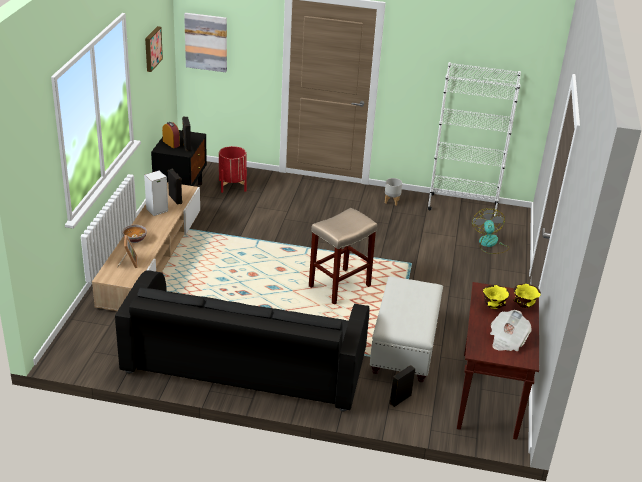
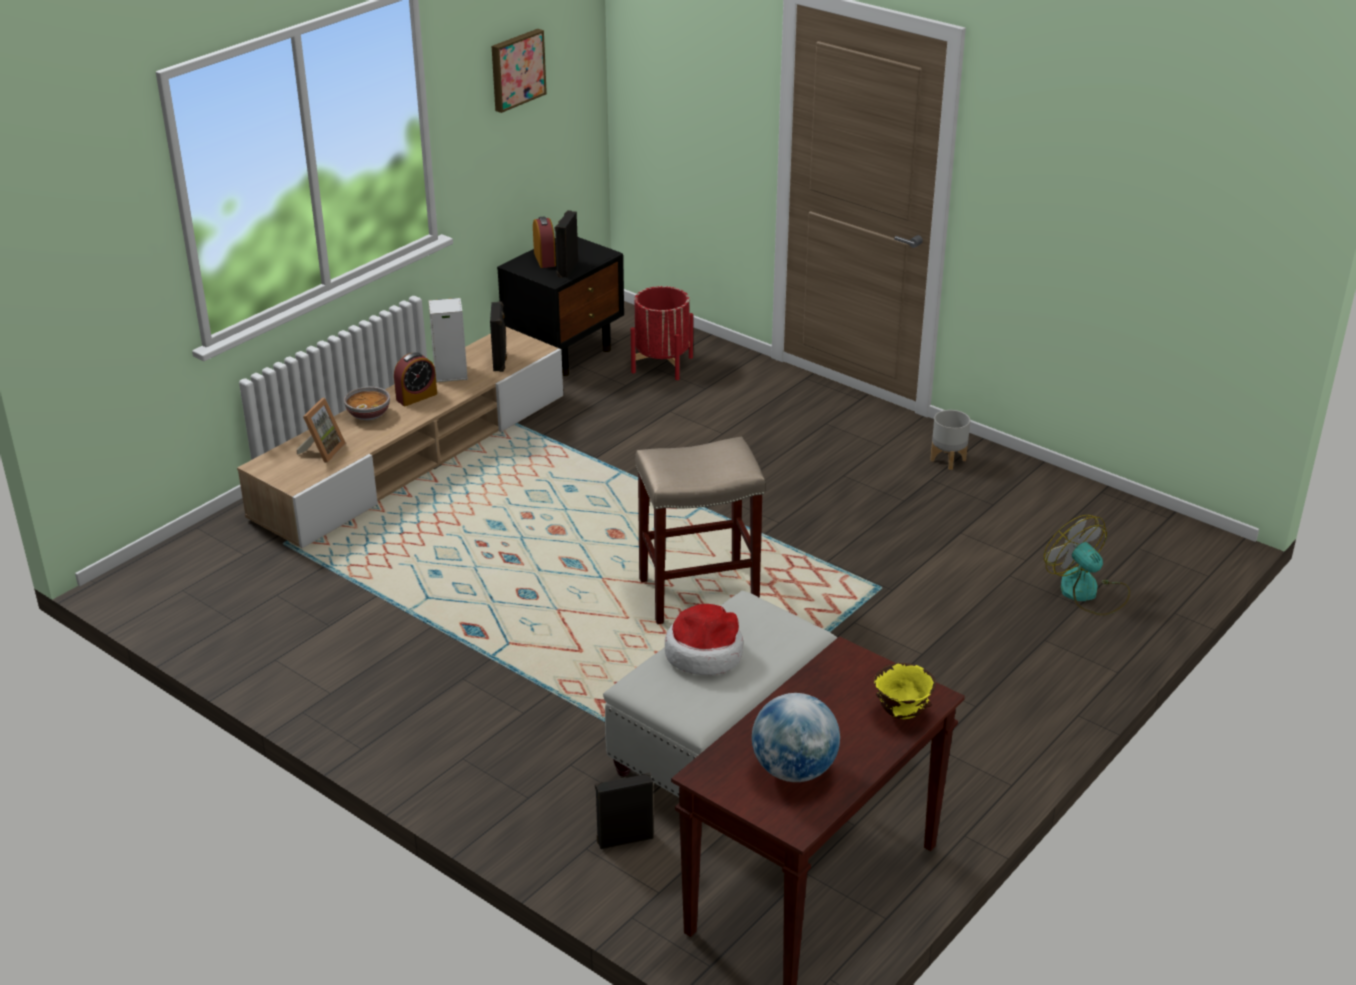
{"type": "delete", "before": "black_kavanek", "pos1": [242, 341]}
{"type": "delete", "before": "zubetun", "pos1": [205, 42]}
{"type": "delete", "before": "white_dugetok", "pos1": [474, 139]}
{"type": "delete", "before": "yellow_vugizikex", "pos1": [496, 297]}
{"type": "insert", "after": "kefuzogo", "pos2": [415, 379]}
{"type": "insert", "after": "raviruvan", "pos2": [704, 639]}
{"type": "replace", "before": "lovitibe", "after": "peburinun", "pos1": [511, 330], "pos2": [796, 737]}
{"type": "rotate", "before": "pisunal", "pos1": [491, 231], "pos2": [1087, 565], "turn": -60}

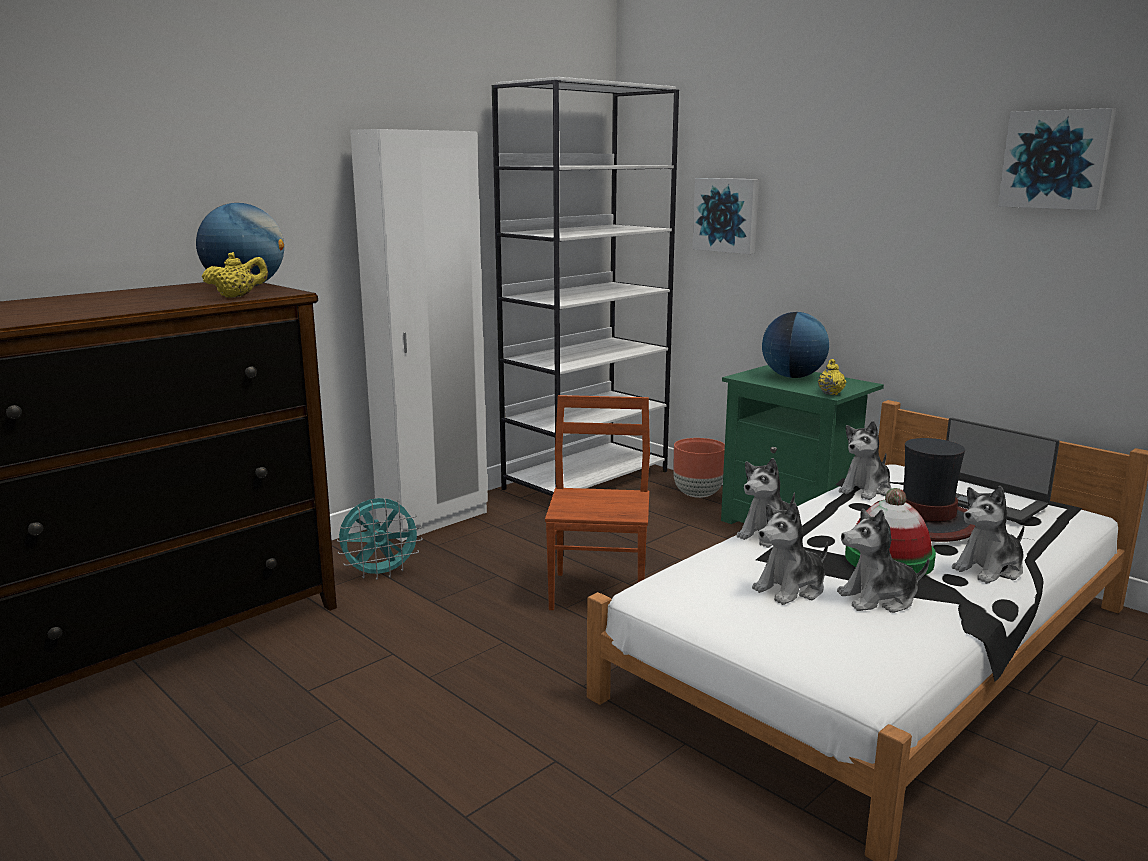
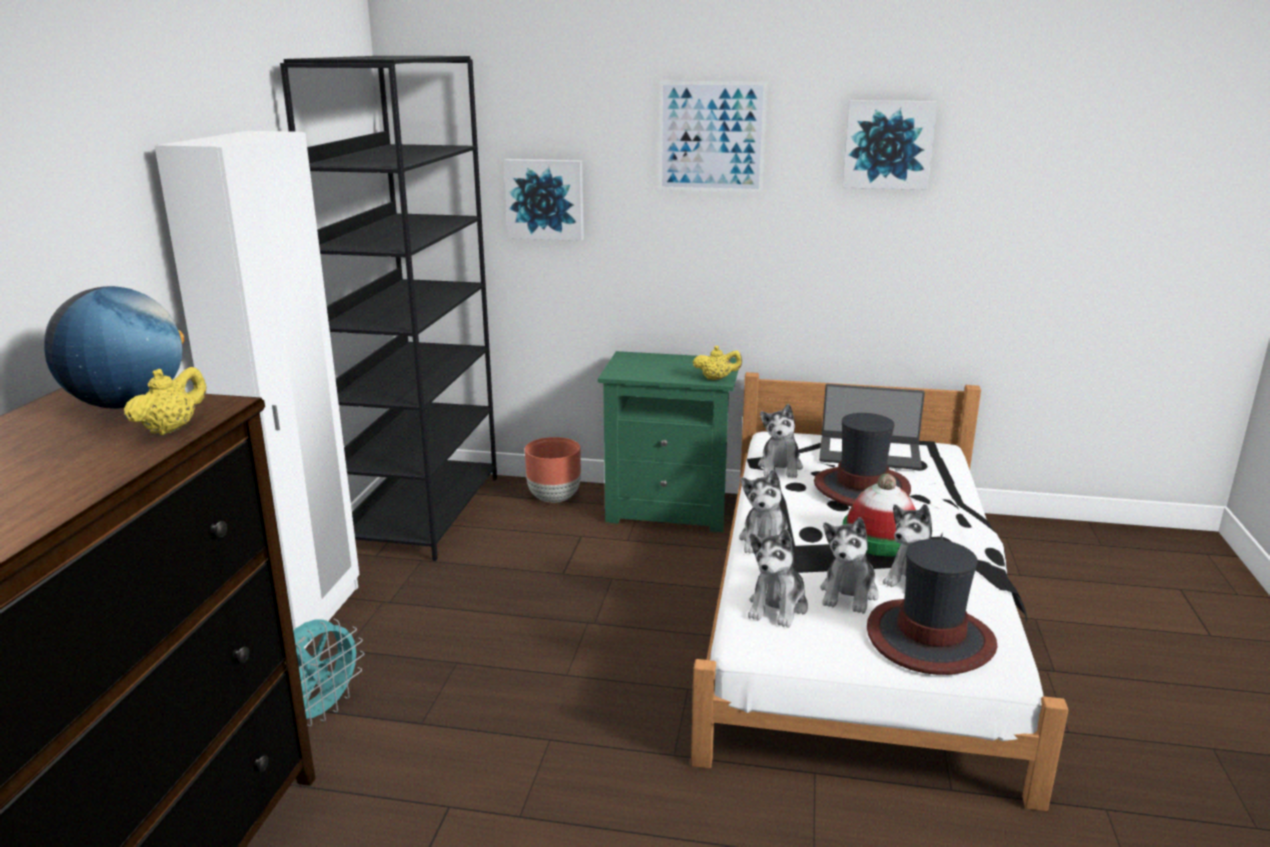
{"type": "delete", "before": "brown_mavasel", "pos1": [597, 502]}
{"type": "delete", "before": "peburinun", "pos1": [795, 345]}
{"type": "insert", "after": "zubetun", "pos2": [713, 137]}
{"type": "insert", "after": "raviruvan", "pos2": [932, 607]}
{"type": "move", "before": "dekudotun", "pos1": [987, 535], "pos2": [778, 578]}
{"type": "recolor", "before": "white_dugetok", "after": "black_dugetok", "pos1": [585, 286], "pos2": [388, 308]}
{"type": "rotate", "before": "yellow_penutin", "pos1": [832, 377], "pos2": [717, 363], "turn": 120}

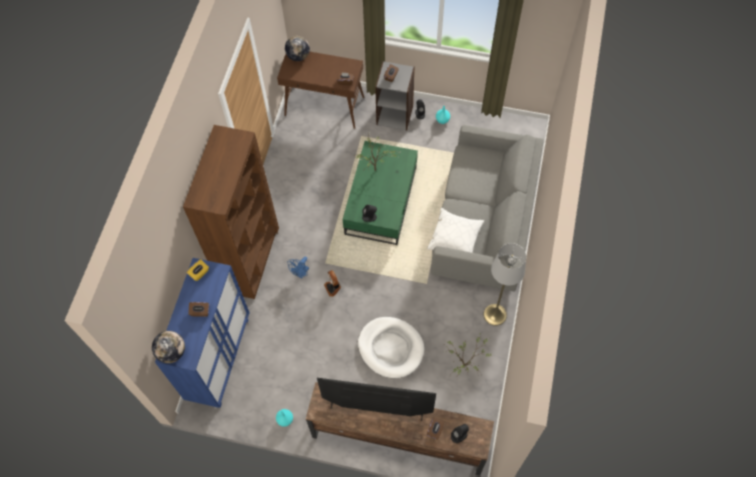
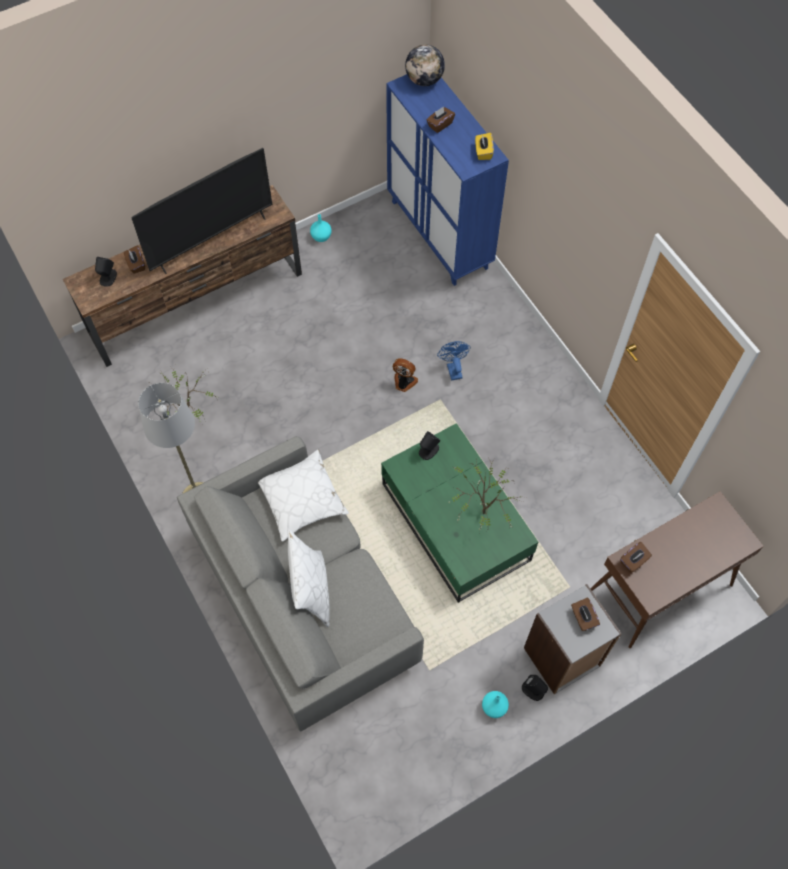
{"type": "delete", "before": "brown_dugetok", "pos1": [231, 212]}
{"type": "delete", "before": "peburinun", "pos1": [297, 48]}
{"type": "delete", "before": "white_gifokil", "pos1": [391, 347]}
{"type": "insert", "after": "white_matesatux", "pos2": [309, 578]}

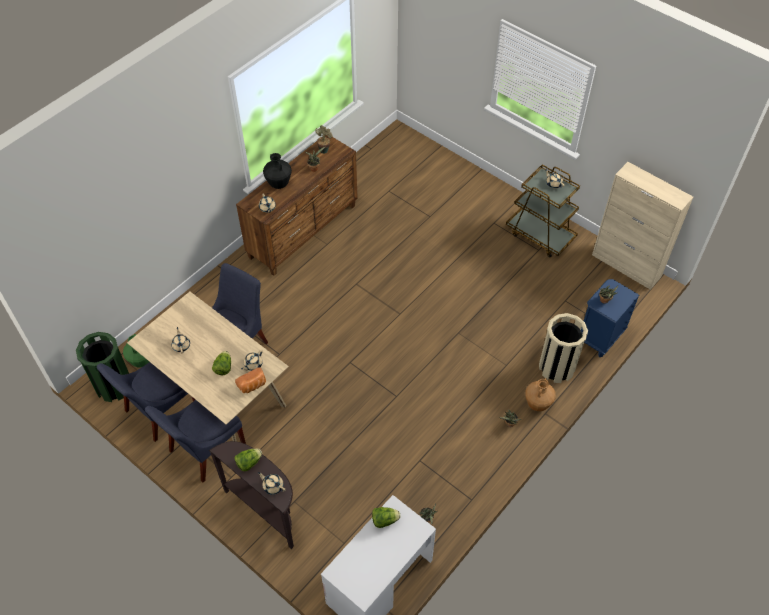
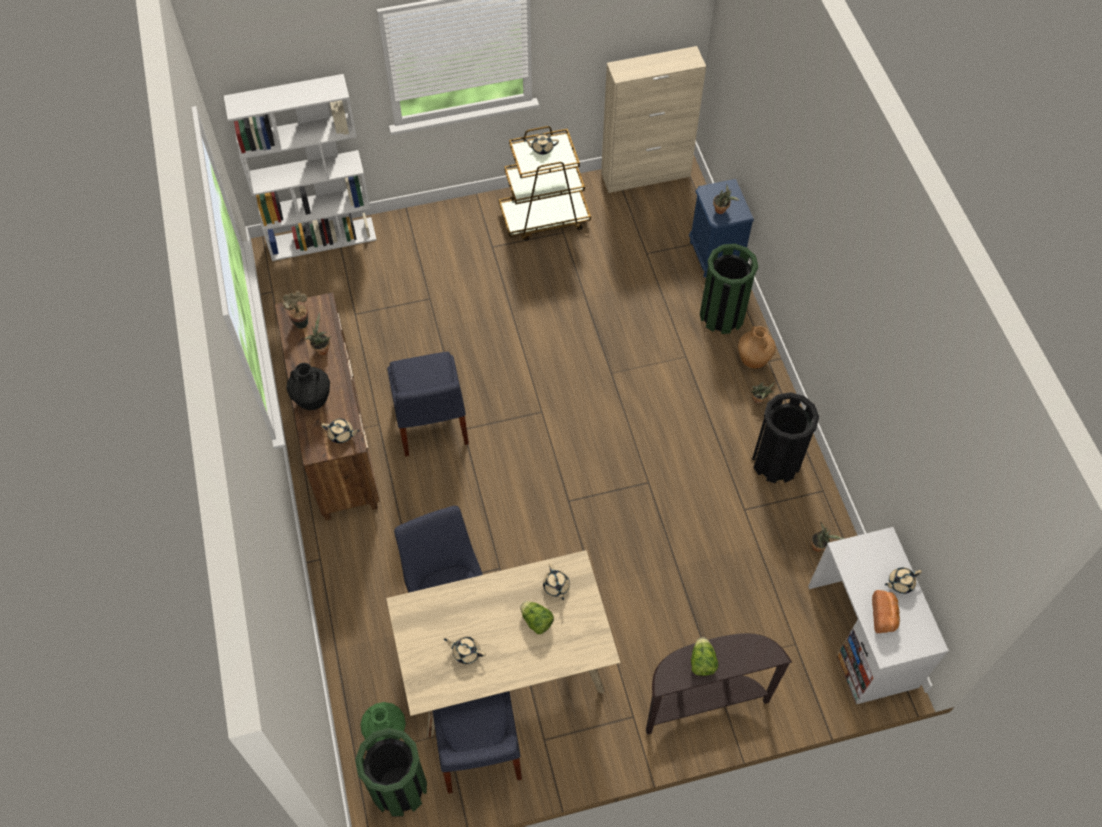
{"type": "delete", "before": "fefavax", "pos1": [386, 517]}
{"type": "insert", "after": "white_dugetok", "pos2": [300, 167]}
{"type": "insert", "after": "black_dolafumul", "pos2": [785, 437]}
{"type": "move", "before": "blue_mavasel", "pos1": [195, 441], "pos2": [428, 404]}
{"type": "move", "before": "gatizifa", "pos1": [250, 380], "pos2": [886, 611]}
{"type": "move", "before": "beige_penutin", "pos1": [272, 483], "pos2": [903, 580]}
{"type": "recolor", "before": "beige_dolafumul", "after": "green_dolafumul", "pos1": [563, 348], "pos2": [729, 289]}

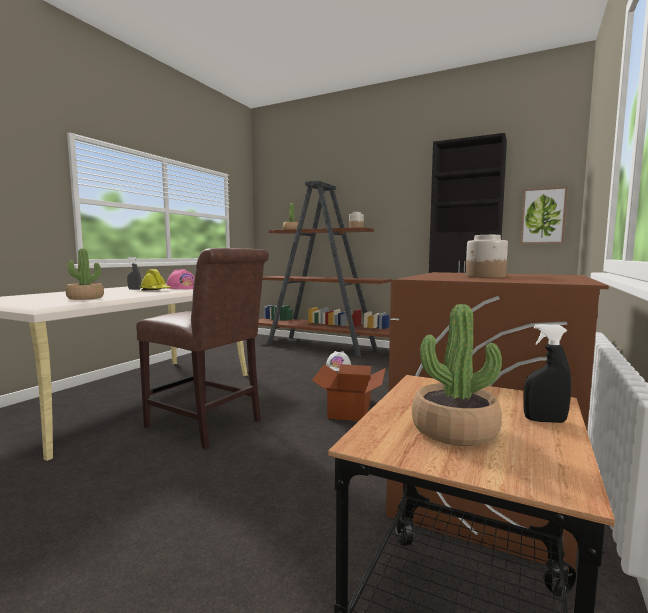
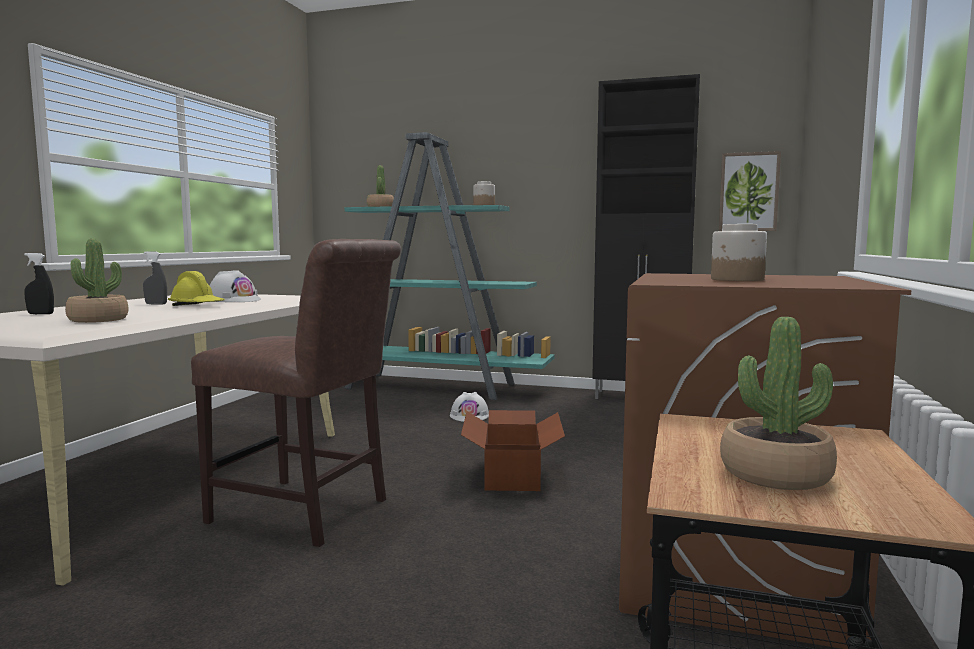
{"type": "move", "before": "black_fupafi", "pos1": [547, 373], "pos2": [39, 283]}
{"type": "recolor", "before": "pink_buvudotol", "after": "white_buvudotol", "pos1": [180, 279], "pos2": [235, 286]}
{"type": "recolor", "before": "brown_dugetok", "after": "turquoise_dugetok", "pos1": [325, 269], "pos2": [449, 266]}

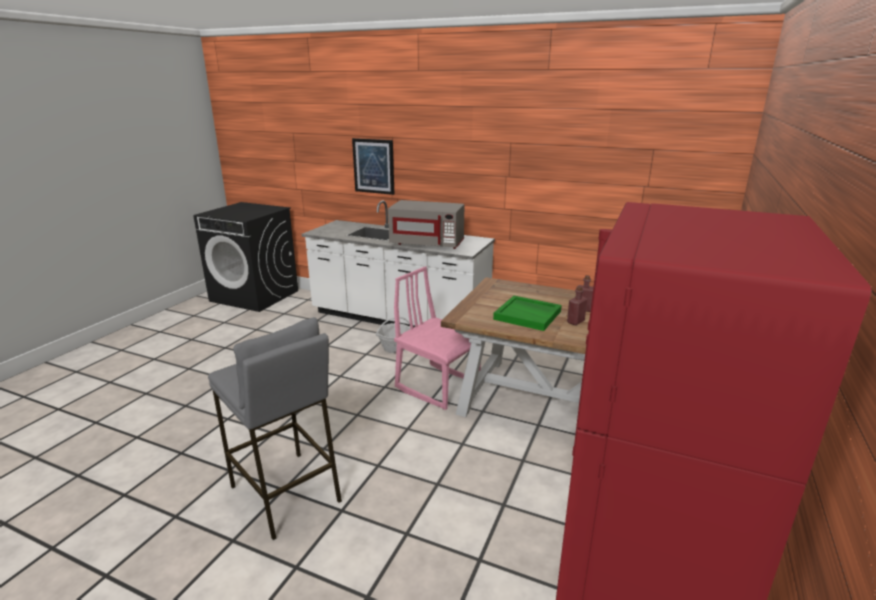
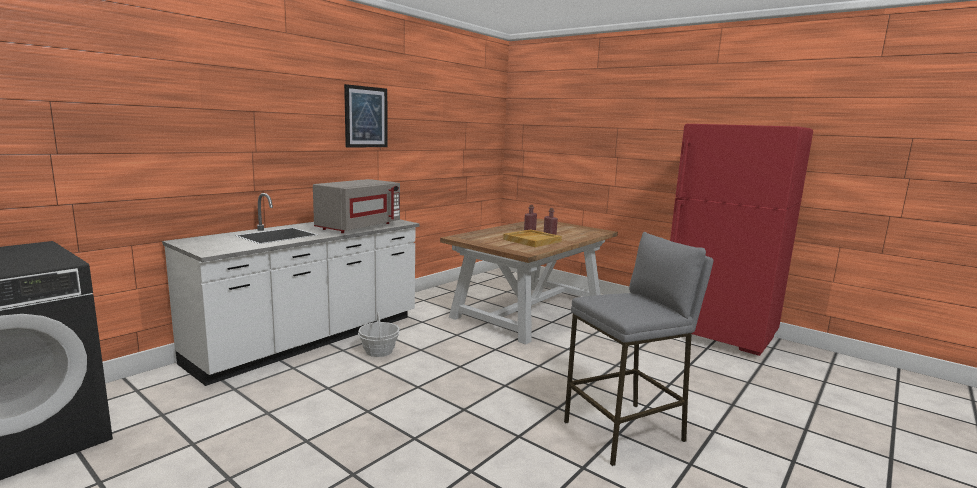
{"type": "delete", "before": "pink_mavasel", "pos1": [437, 338]}
{"type": "move", "before": "zubetun", "pos1": [373, 166], "pos2": [366, 115]}
{"type": "recolor", "before": "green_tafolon", "after": "beige_tafolon", "pos1": [527, 313], "pos2": [532, 238]}

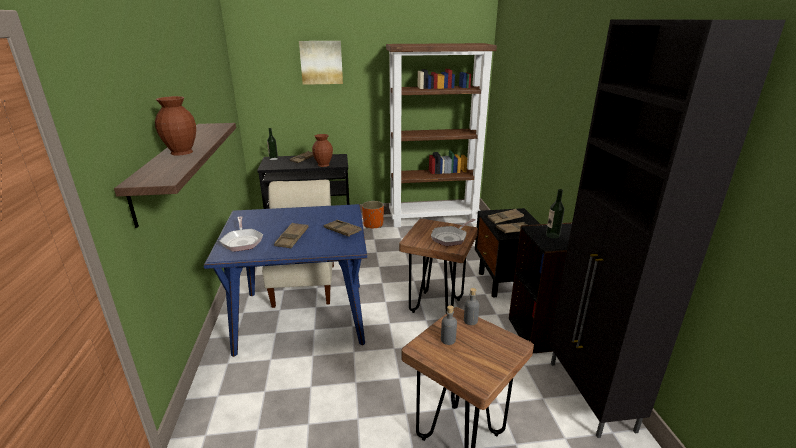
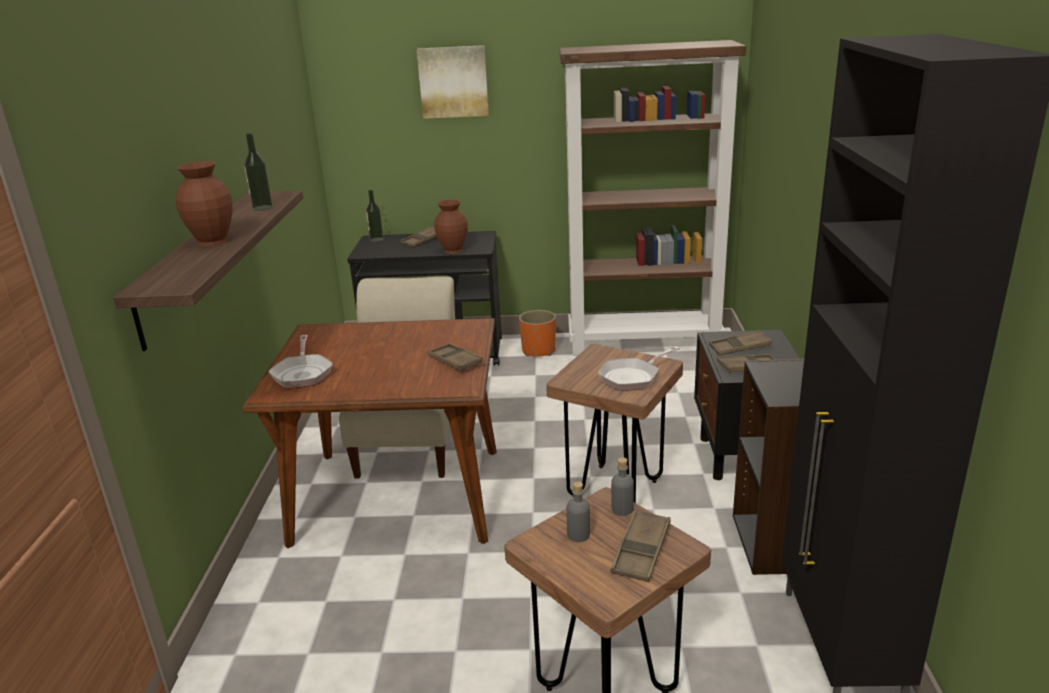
{"type": "move", "before": "brown_tafolon", "pos1": [291, 235], "pos2": [640, 546]}
{"type": "move", "before": "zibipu", "pos1": [555, 214], "pos2": [258, 172]}
{"type": "recolor", "before": "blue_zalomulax", "after": "brown_zalomulax", "pos1": [285, 280], "pos2": [369, 433]}

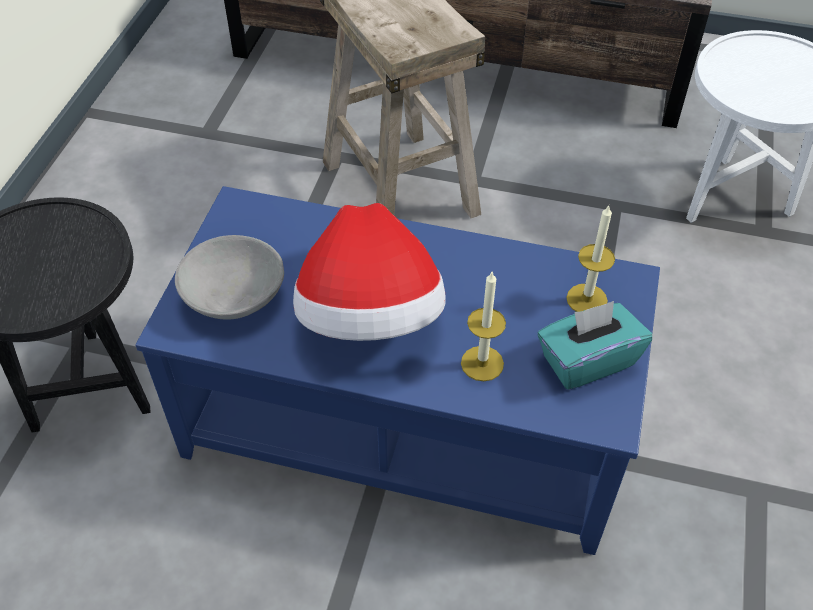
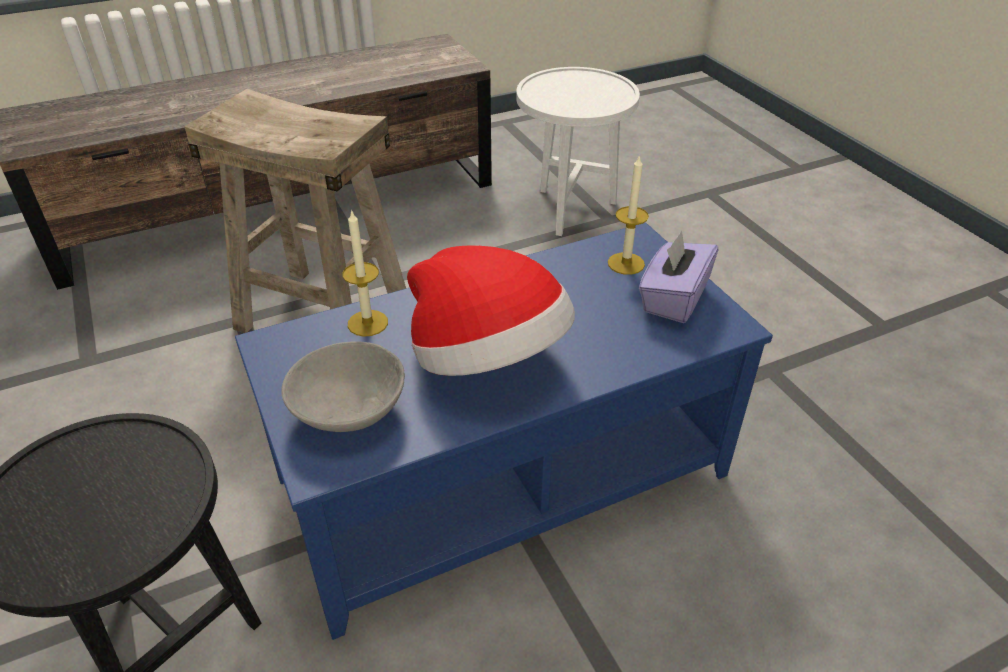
{"type": "move", "before": "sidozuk", "pos1": [483, 326], "pos2": [365, 273]}
{"type": "recolor", "before": "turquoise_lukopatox", "after": "purple_lukopatox", "pos1": [595, 345], "pos2": [678, 277]}

